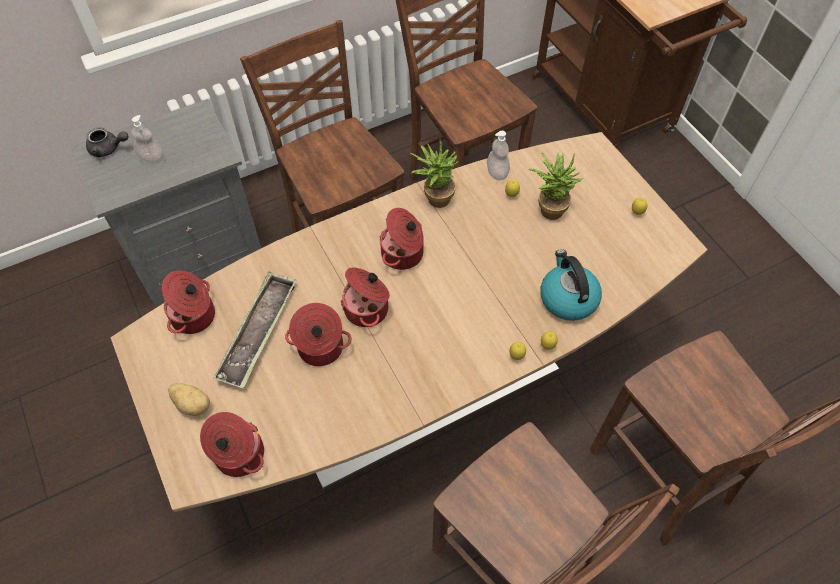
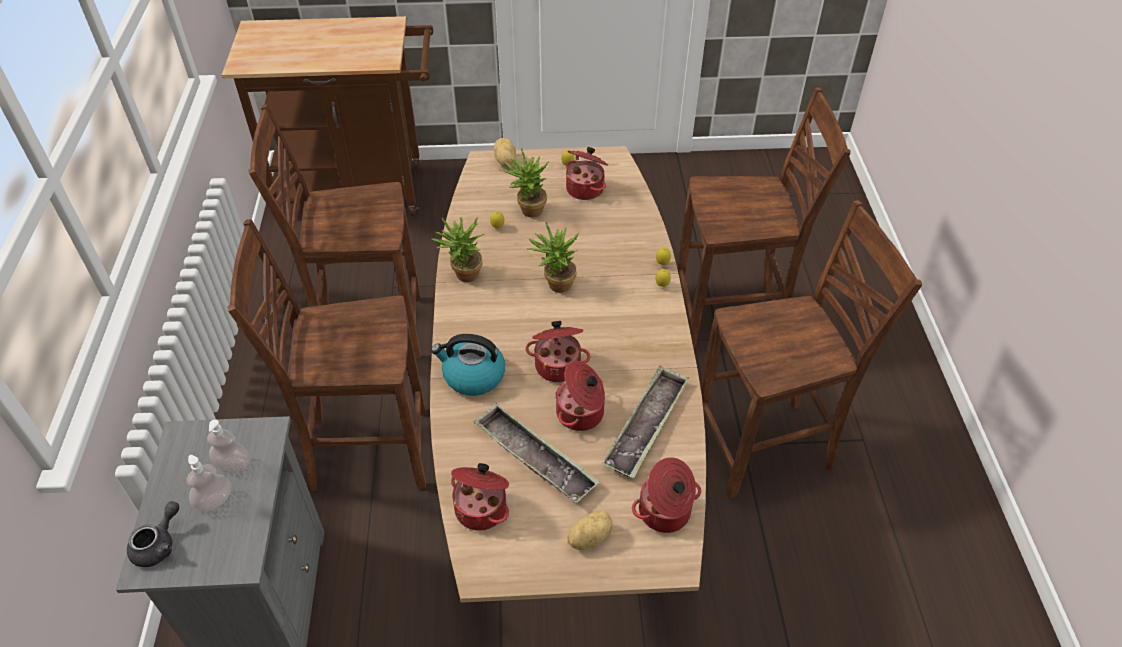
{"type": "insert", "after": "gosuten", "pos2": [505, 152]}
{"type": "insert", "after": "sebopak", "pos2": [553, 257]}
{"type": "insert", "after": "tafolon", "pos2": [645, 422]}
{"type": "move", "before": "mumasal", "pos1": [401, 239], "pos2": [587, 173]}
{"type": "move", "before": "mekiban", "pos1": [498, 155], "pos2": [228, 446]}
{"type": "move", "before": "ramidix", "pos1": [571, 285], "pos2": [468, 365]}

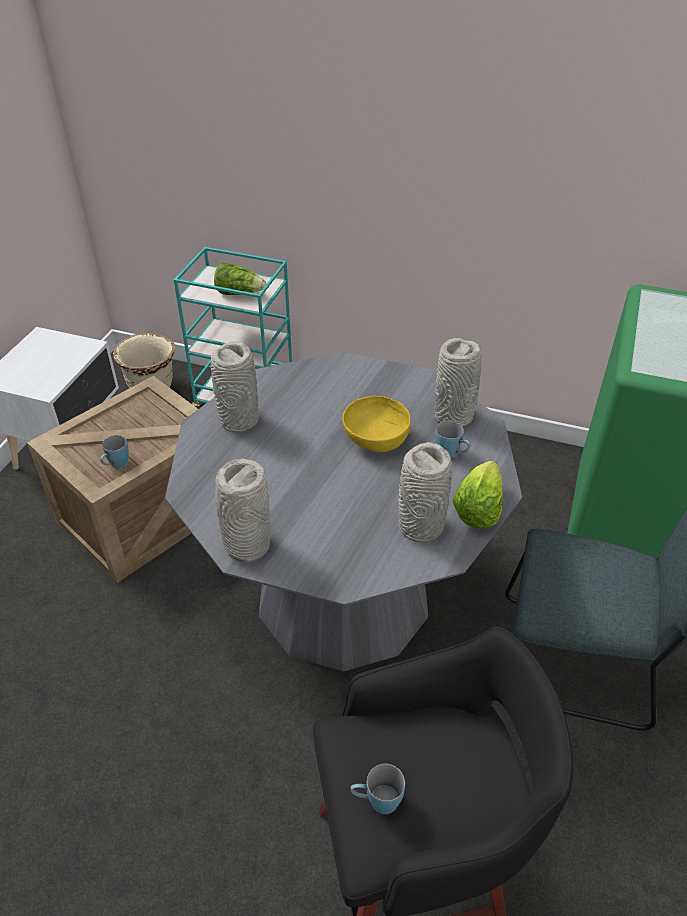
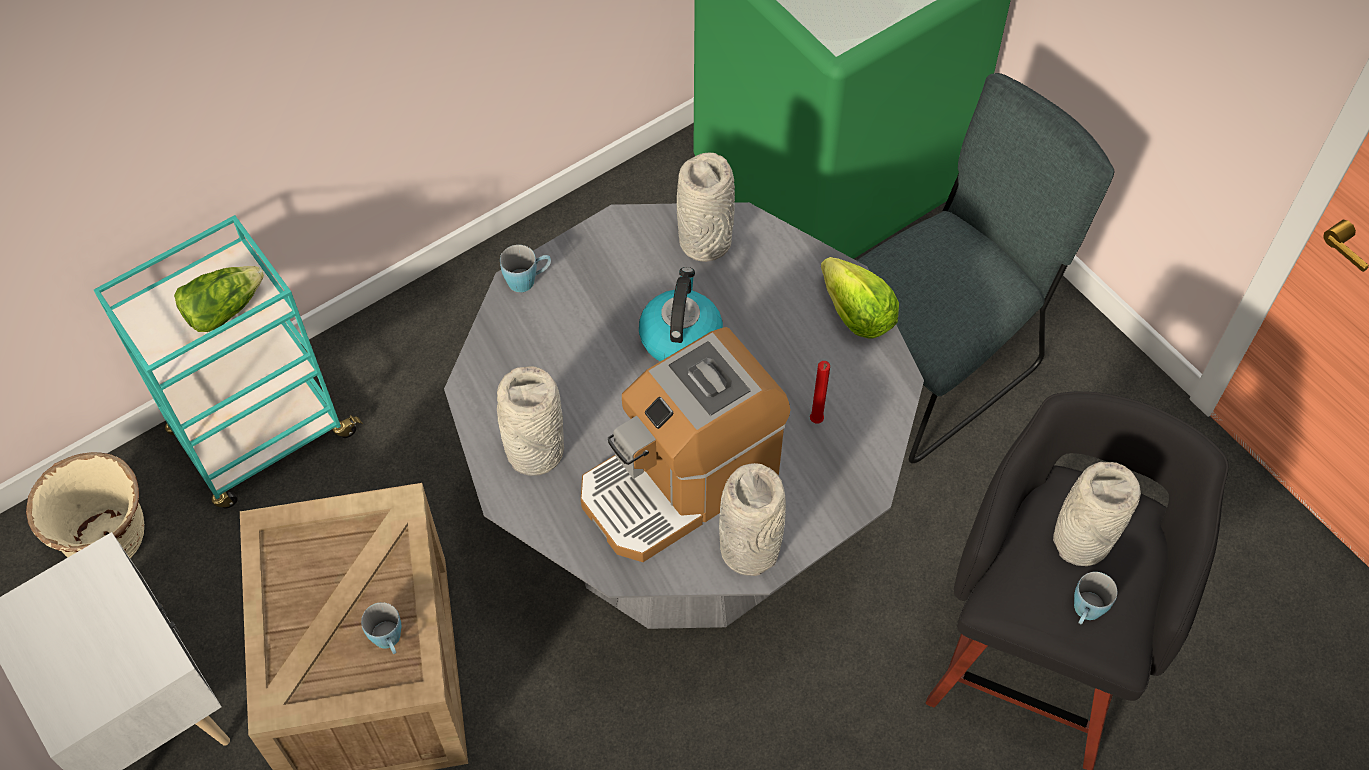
{"type": "insert", "after": "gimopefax", "pos2": [685, 444]}
{"type": "insert", "after": "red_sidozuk", "pos2": [820, 392]}
{"type": "move", "before": "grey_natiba", "pos1": [425, 492], "pos2": [1097, 514]}
{"type": "move", "before": "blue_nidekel", "pos1": [453, 439], "pos2": [525, 269]}
{"type": "replace", "before": "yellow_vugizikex", "after": "ramidix", "pos1": [376, 424], "pos2": [681, 314]}

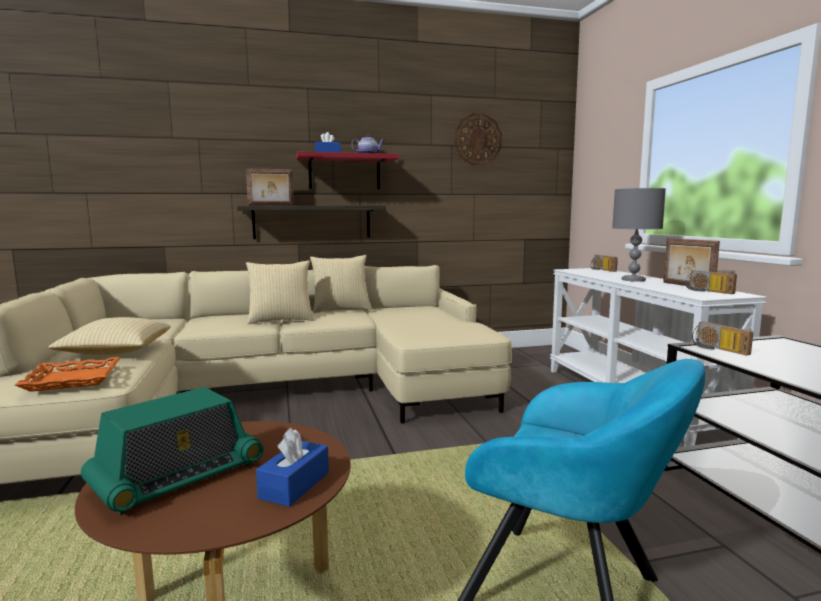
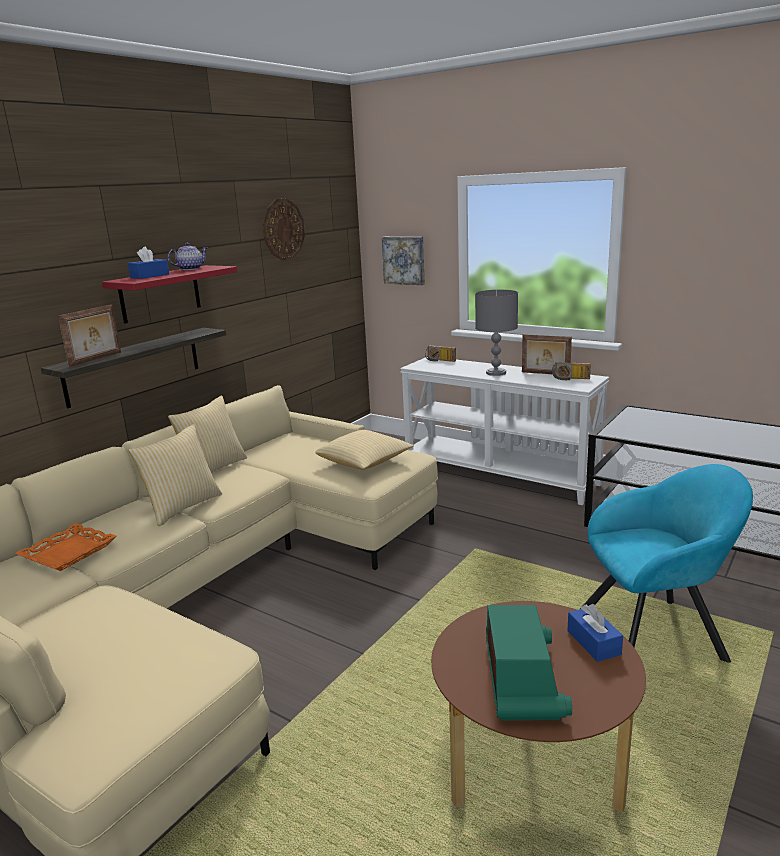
{"type": "delete", "before": "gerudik", "pos1": [722, 339]}
{"type": "insert", "after": "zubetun", "pos2": [403, 261]}
{"type": "move", "before": "orange_tafolon", "pos1": [68, 374], "pos2": [66, 547]}
{"type": "move", "before": "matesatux", "pos1": [109, 336], "pos2": [365, 450]}

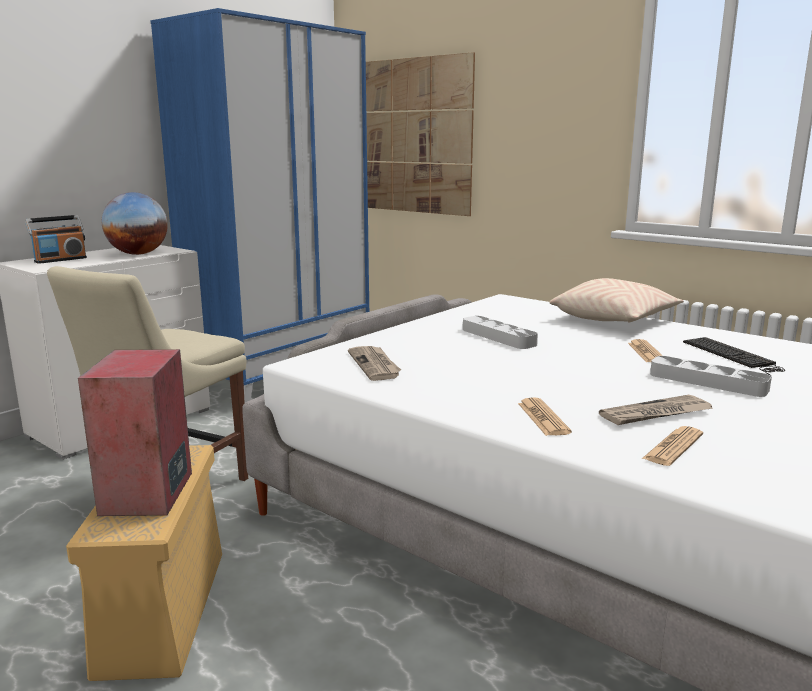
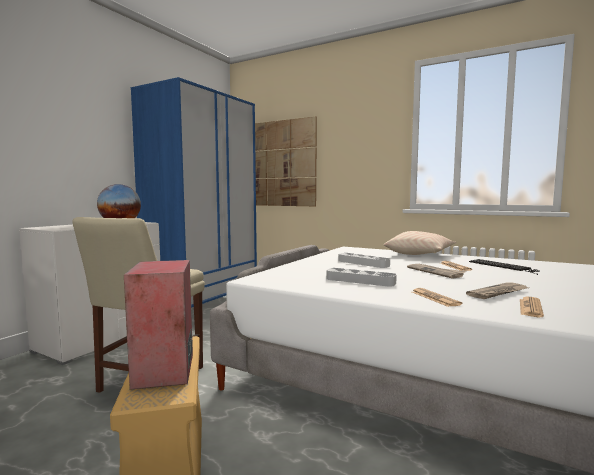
{"type": "delete", "before": "gerudik", "pos1": [56, 239]}
{"type": "move", "before": "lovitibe", "pos1": [374, 363], "pos2": [436, 271]}
{"type": "move", "before": "grey_tafolon", "pos1": [711, 376], "pos2": [361, 277]}

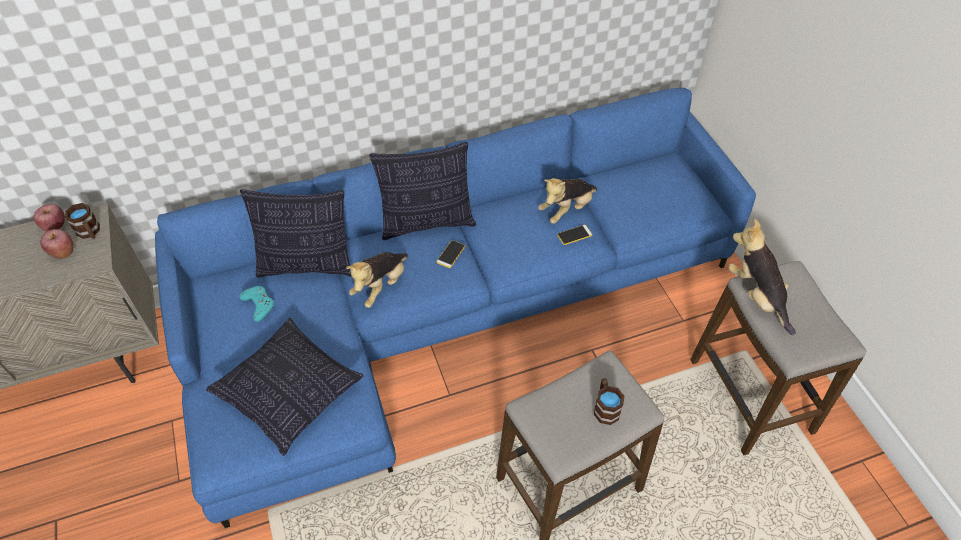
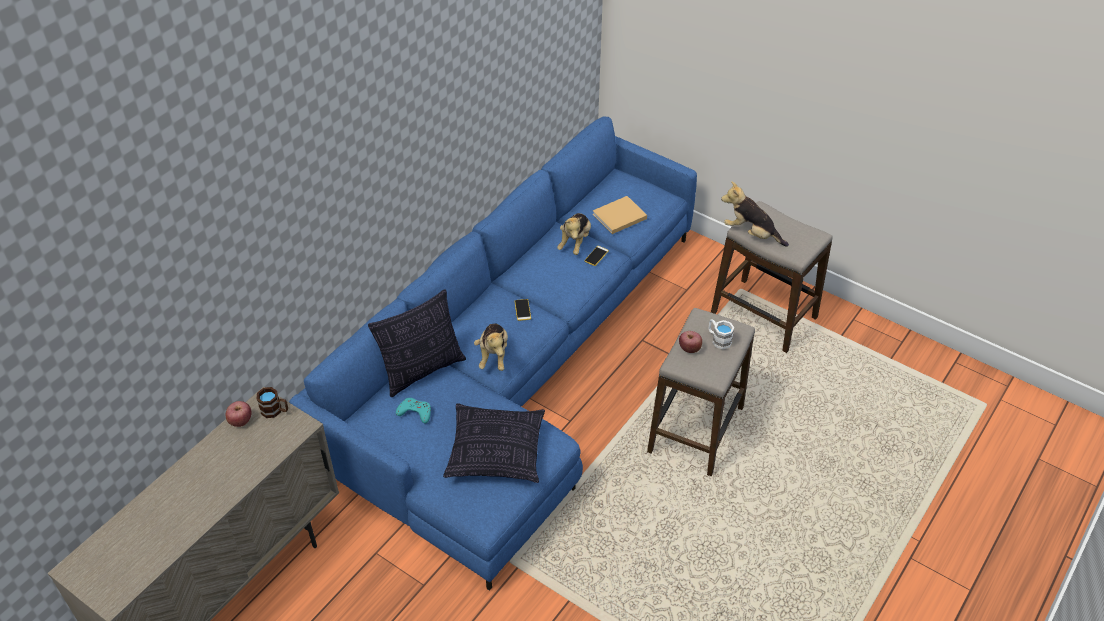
{"type": "delete", "before": "matesatux", "pos1": [423, 191]}
{"type": "insert", "after": "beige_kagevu", "pos2": [619, 215]}
{"type": "move", "before": "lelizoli", "pos1": [56, 244], "pos2": [690, 342]}
{"type": "recolor", "before": "brown_nidekel", "after": "white_nidekel", "pos1": [609, 401], "pos2": [721, 334]}

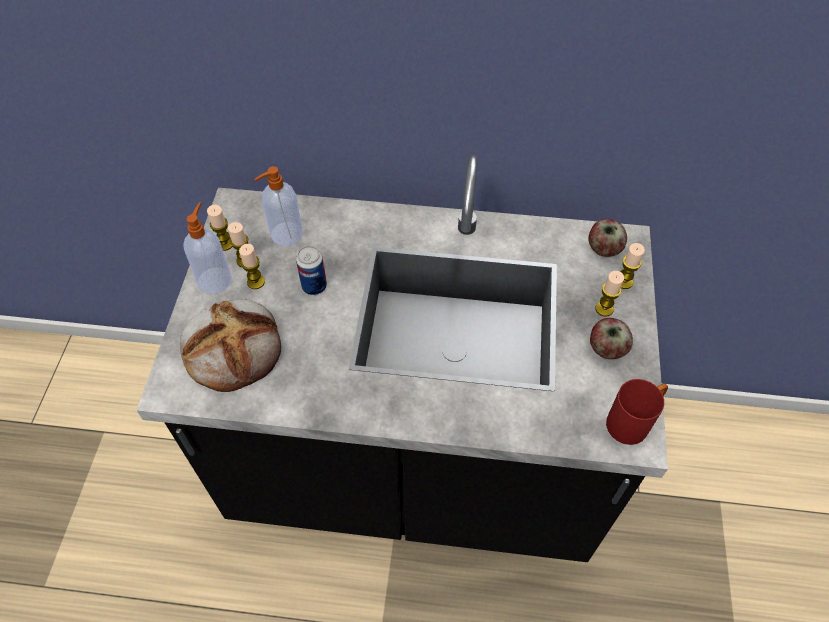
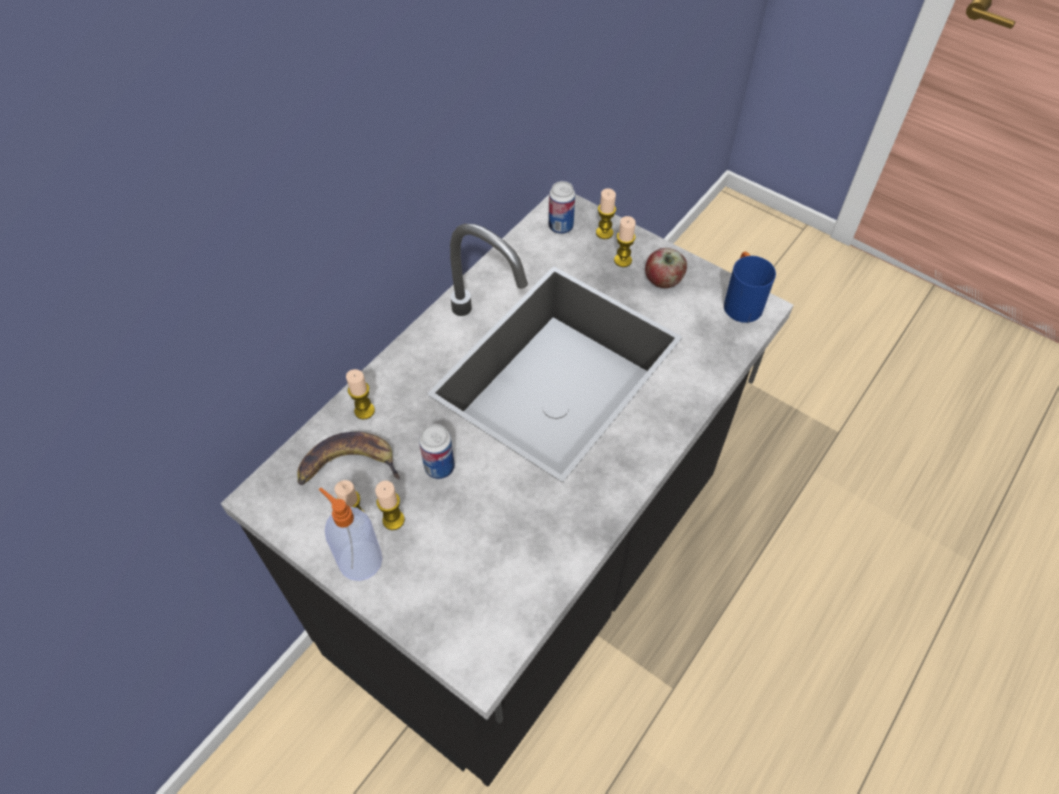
{"type": "delete", "before": "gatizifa", "pos1": [230, 345]}
{"type": "move", "before": "sidozuk", "pos1": [219, 228], "pos2": [360, 394]}
{"type": "replace", "before": "mekiban", "after": "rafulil", "pos1": [278, 206], "pos2": [348, 458]}
{"type": "replace", "before": "lelizoli", "after": "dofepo", "pos1": [607, 238], "pos2": [562, 207]}
{"type": "recolor", "before": "red_nidekel", "after": "blue_nidekel", "pos1": [637, 412], "pos2": [750, 287]}

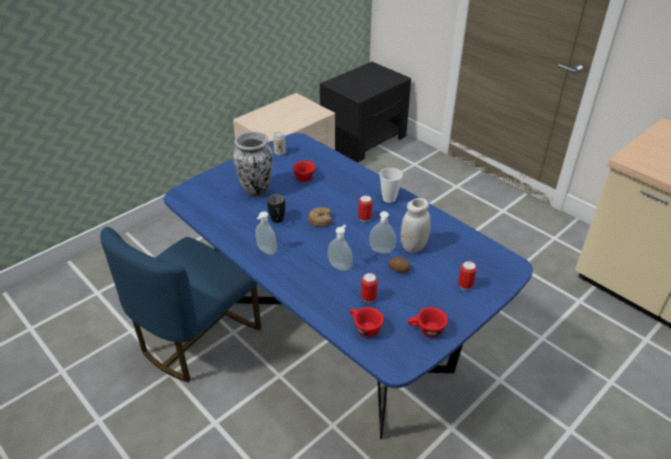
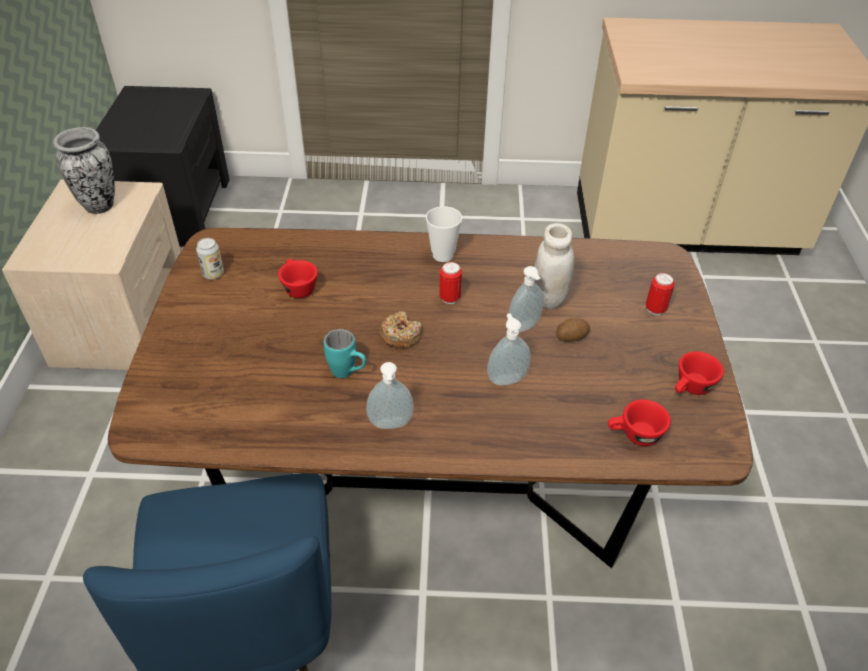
{"type": "delete", "before": "dofepo", "pos1": [369, 288]}
{"type": "move", "before": "natiba", "pos1": [253, 164], "pos2": [84, 170]}
{"type": "recolor", "before": "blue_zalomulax", "after": "brown_zalomulax", "pos1": [348, 286], "pos2": [430, 398]}
{"type": "recolor", "before": "black_nidekel", "after": "turquoise_nidekel", "pos1": [276, 208], "pos2": [344, 353]}

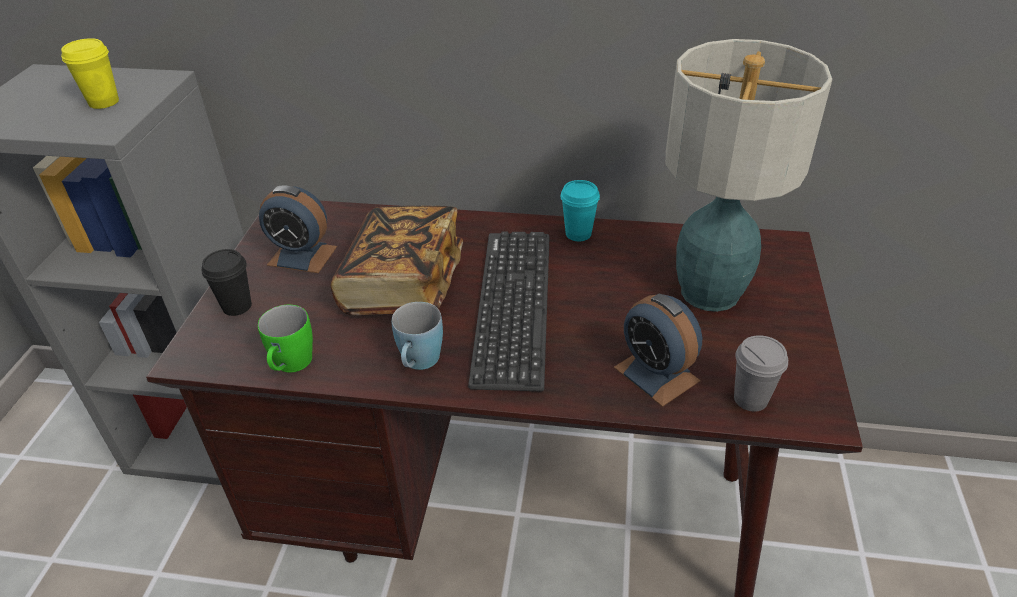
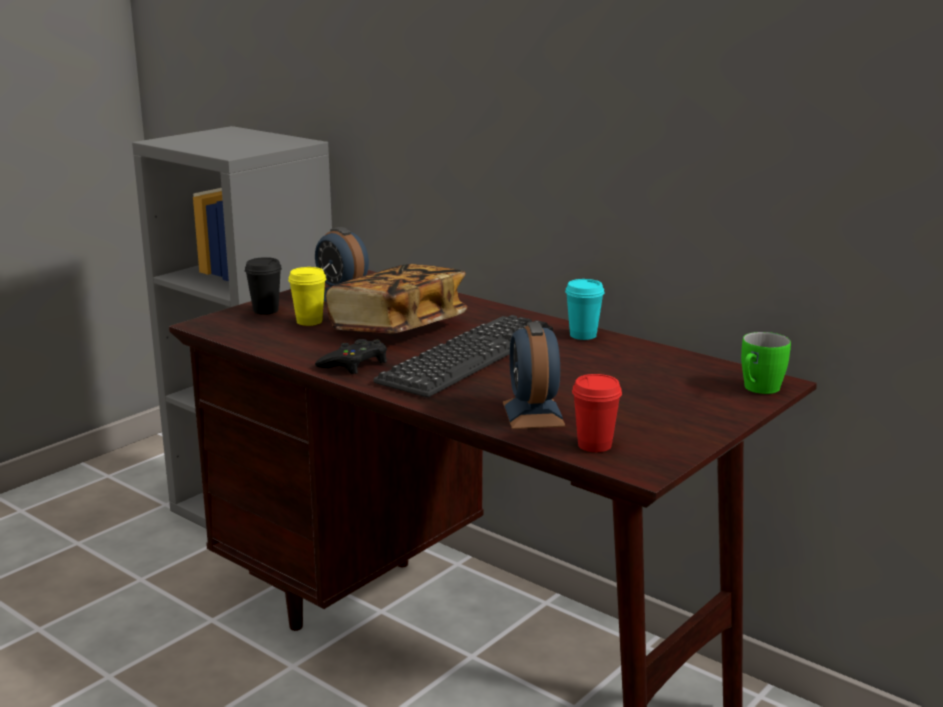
{"type": "delete", "before": "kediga", "pos1": [749, 175]}
{"type": "move", "before": "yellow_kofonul", "pos1": [90, 73], "pos2": [307, 296]}
{"type": "move", "before": "green_nidekel", "pos1": [285, 338], "pos2": [766, 363]}
{"type": "replace", "before": "blue_nidekel", "after": "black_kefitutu", "pos1": [417, 336], "pos2": [351, 356]}
{"type": "recolor", "before": "grey_kofonul", "after": "red_kofonul", "pos1": [761, 373], "pos2": [597, 413]}

